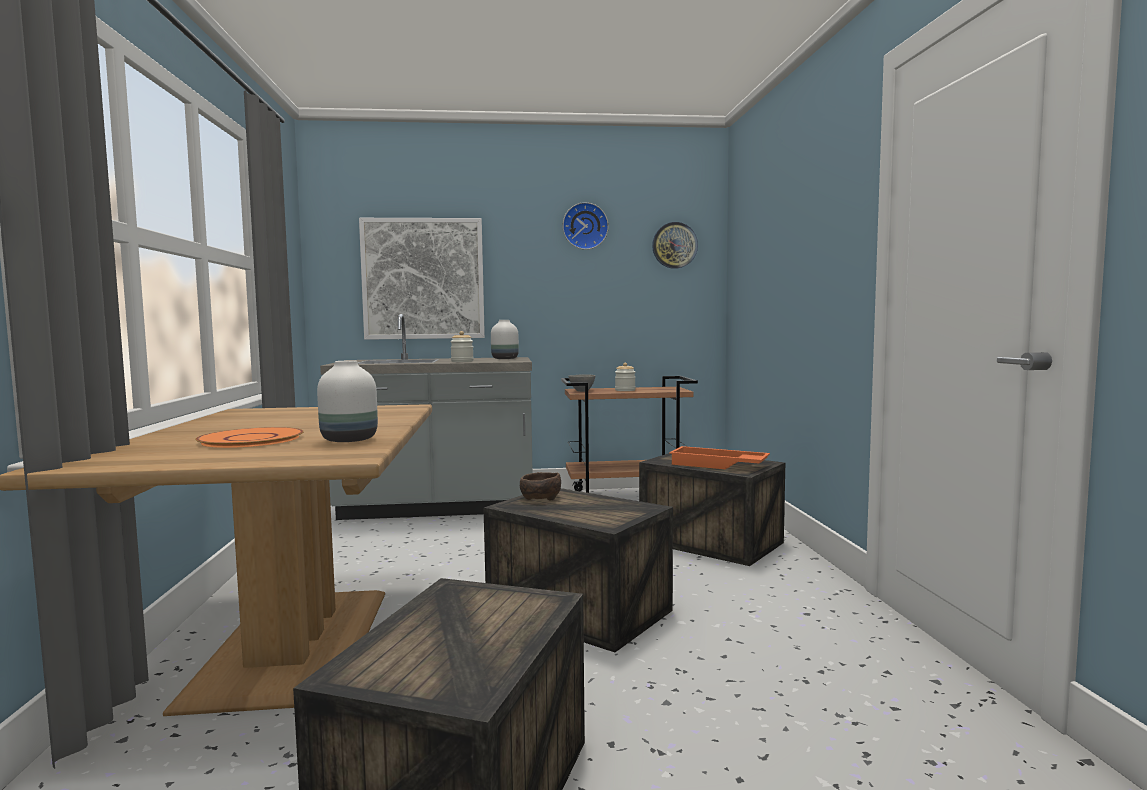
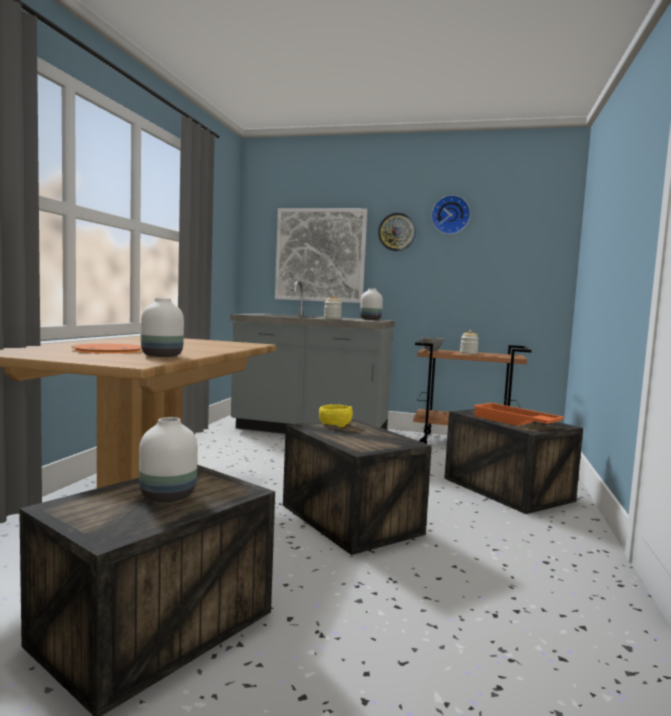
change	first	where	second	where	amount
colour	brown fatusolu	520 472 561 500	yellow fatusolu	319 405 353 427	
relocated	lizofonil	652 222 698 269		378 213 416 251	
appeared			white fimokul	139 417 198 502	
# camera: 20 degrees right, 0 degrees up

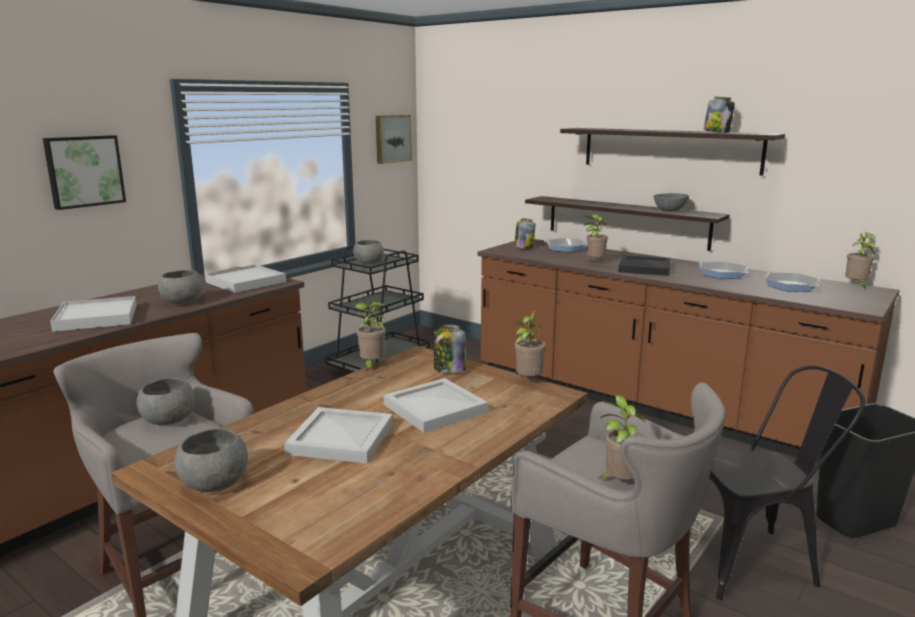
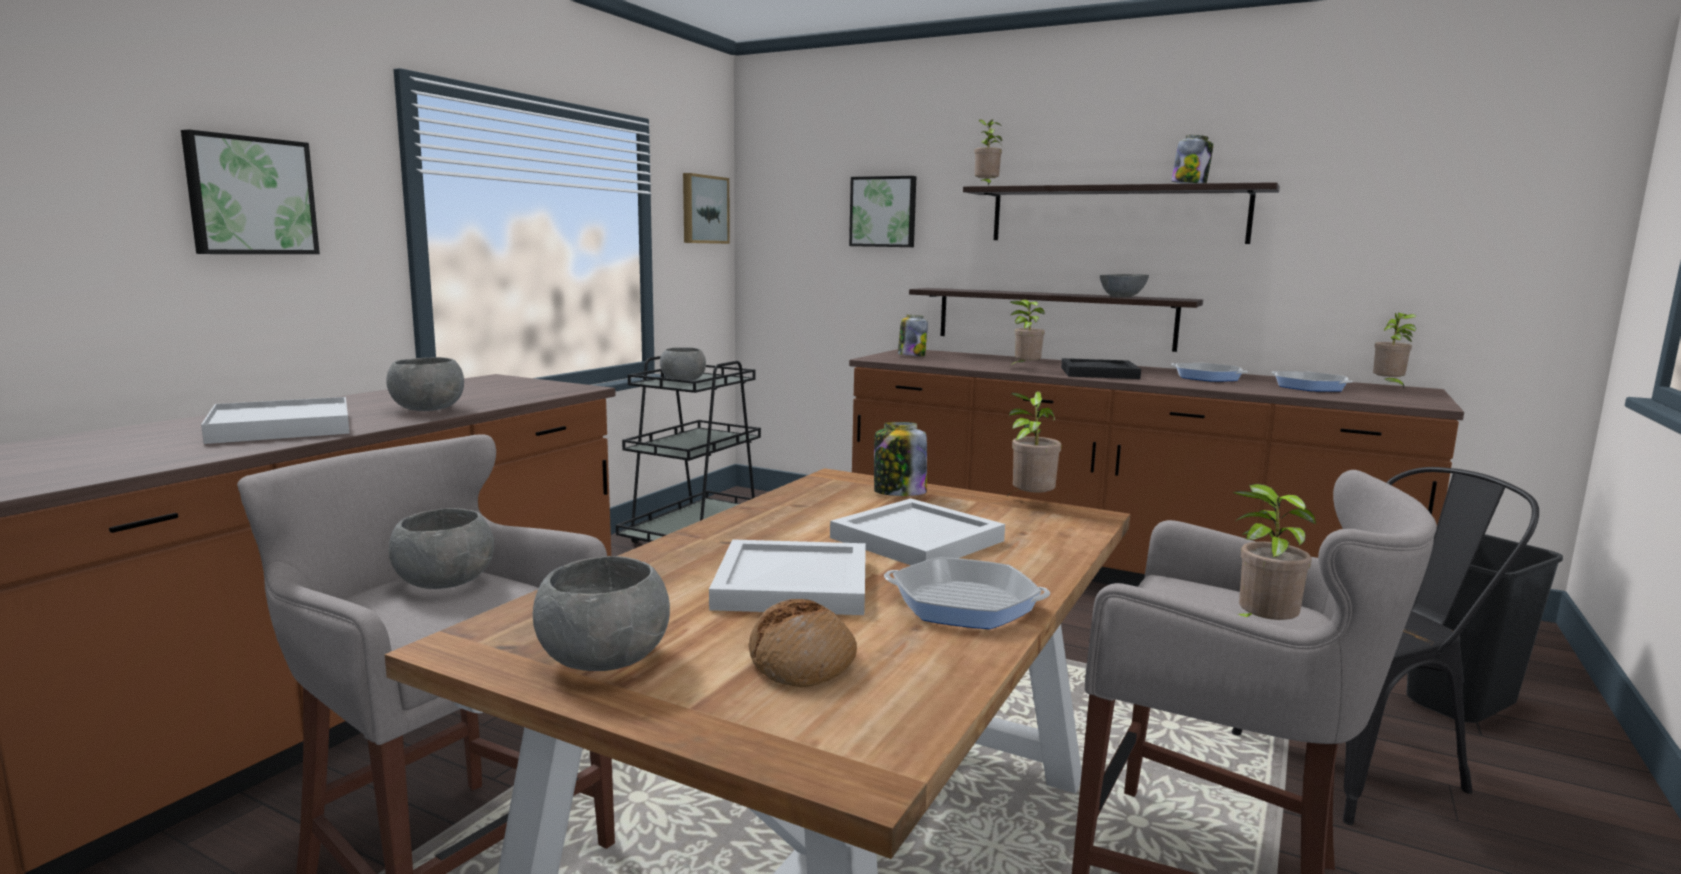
change	first	where	second	where	amount
missing	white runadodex	205 264 286 293			
relocated	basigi	354 301 386 372		974 119 1002 185	
relocated	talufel	544 238 587 252		884 557 1050 629	
appeared			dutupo	749 599 857 688	
appeared			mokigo	849 176 916 247	
# camera: 10 degrees left, 5 degrees down

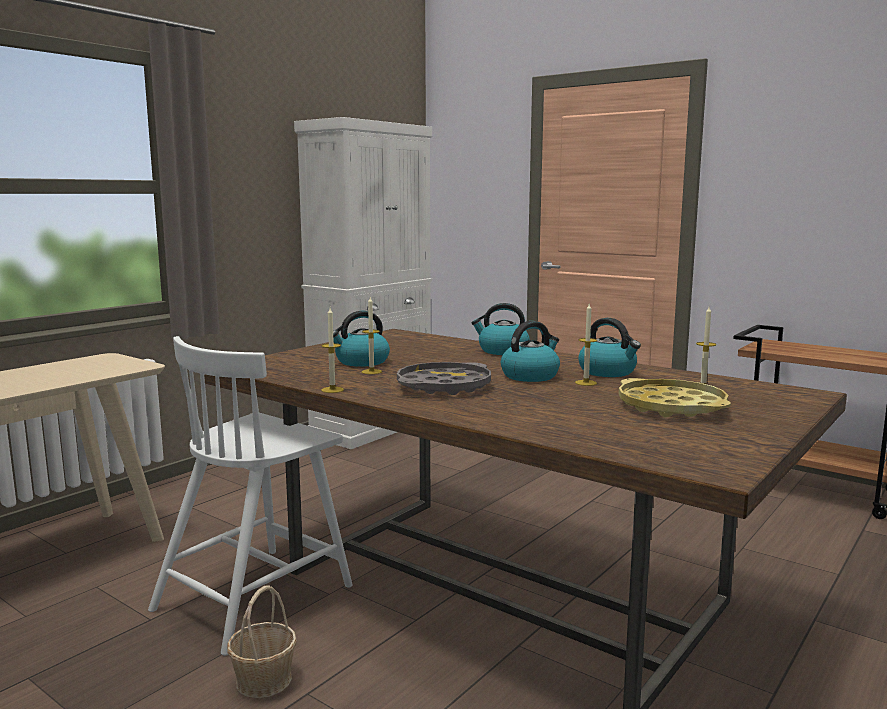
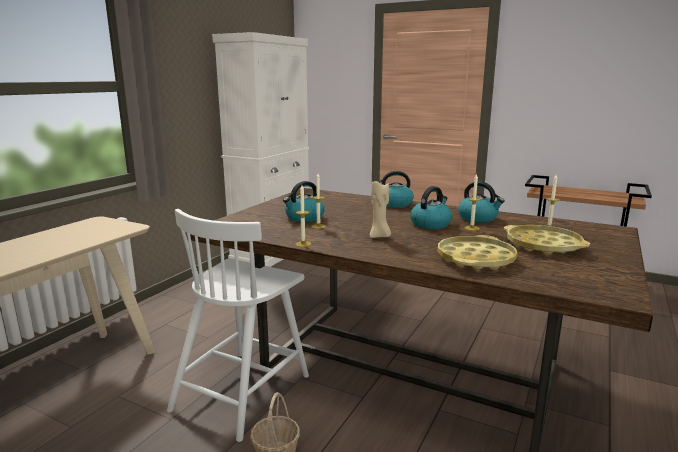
change	first	where	second	where	amount
exchanged	grey runadodex	397 362 491 395	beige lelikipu	370 180 391 238	
appeared			yellow runadodex	438 235 518 270	
# camera: 10 degrees left, 5 degrees up

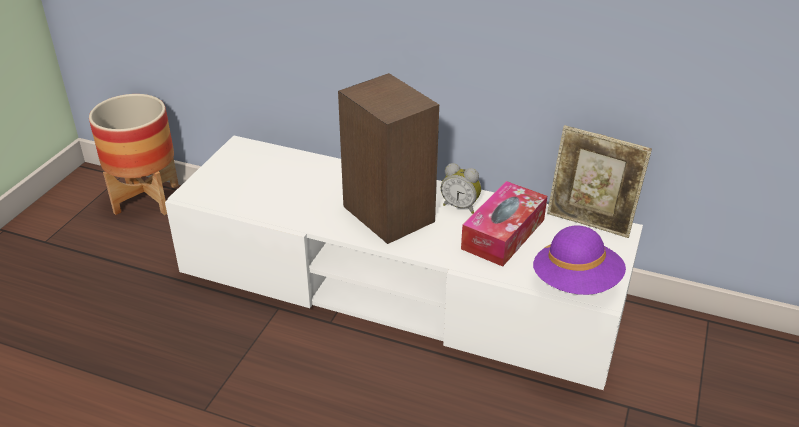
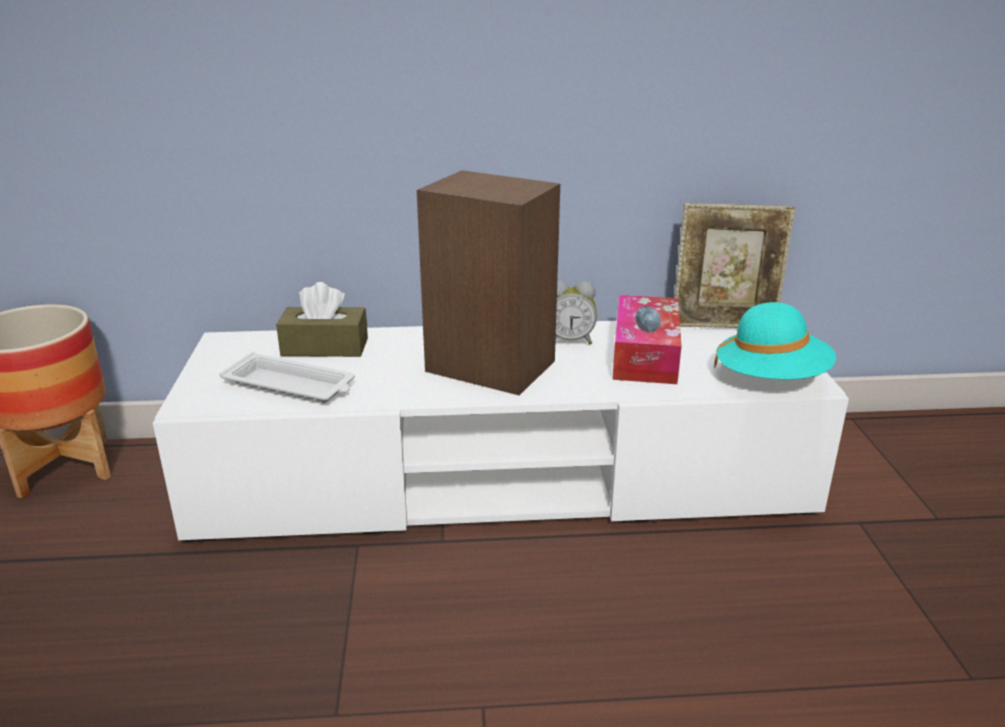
change	first	where	second	where	amount
colour	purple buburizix	533 225 626 295	turquoise buburizix	714 302 836 379	
appeared			white runadodex	219 352 355 404	
appeared			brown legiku	276 282 368 357	
# camera: 25 degrees left, 10 degrees down

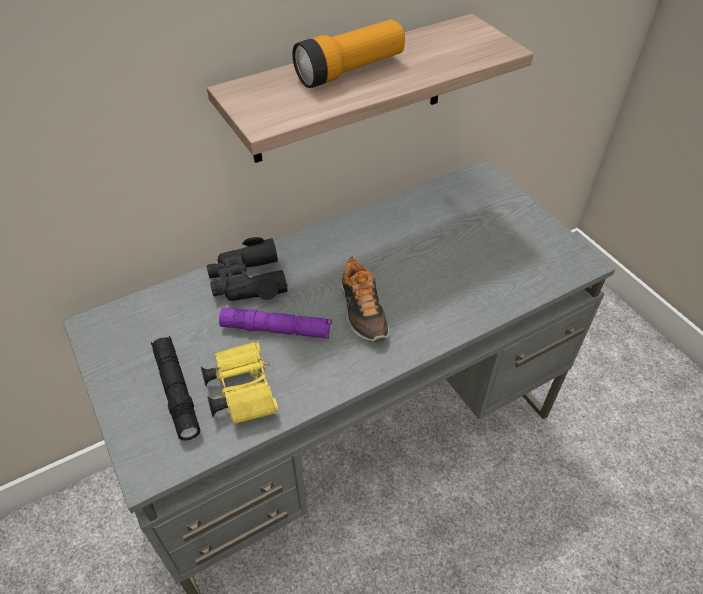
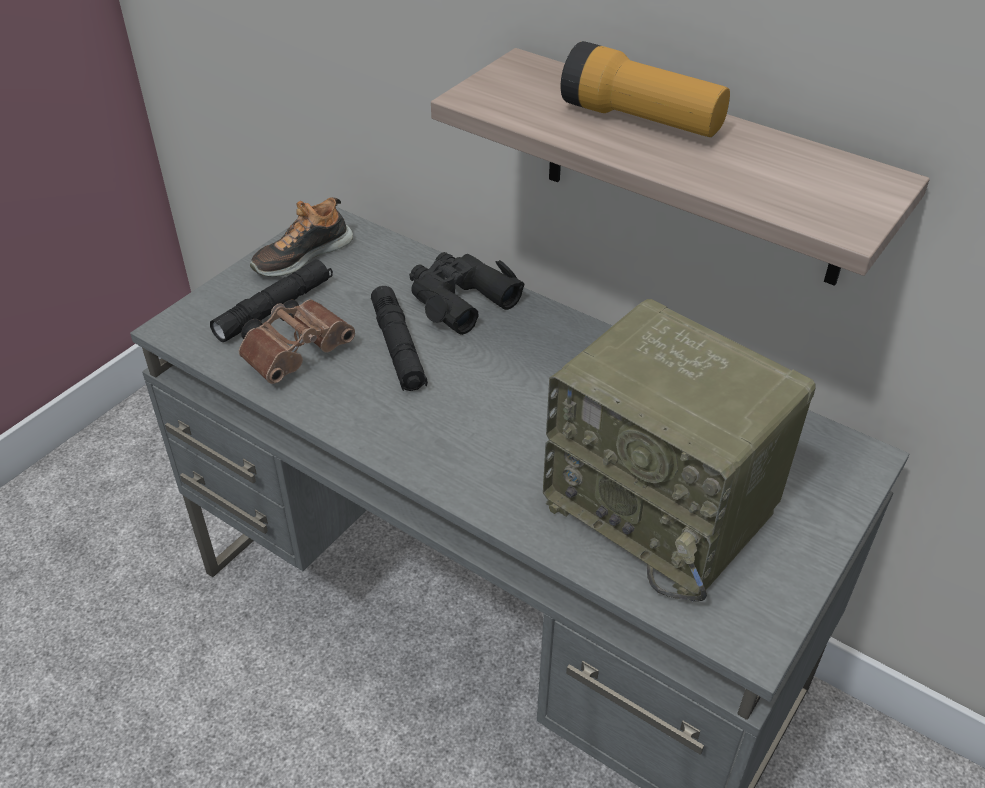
change	first	where	second	where	amount
colour	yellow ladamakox	201 341 278 425	brown ladamakox	239 299 355 384	
colour	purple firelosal	219 307 332 339	black firelosal	371 286 428 391	
relocated	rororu	341 256 389 342		250 197 353 277	
appeared			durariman	543 299 816 602	
# camera: 65 degrees right, 5 degrees down

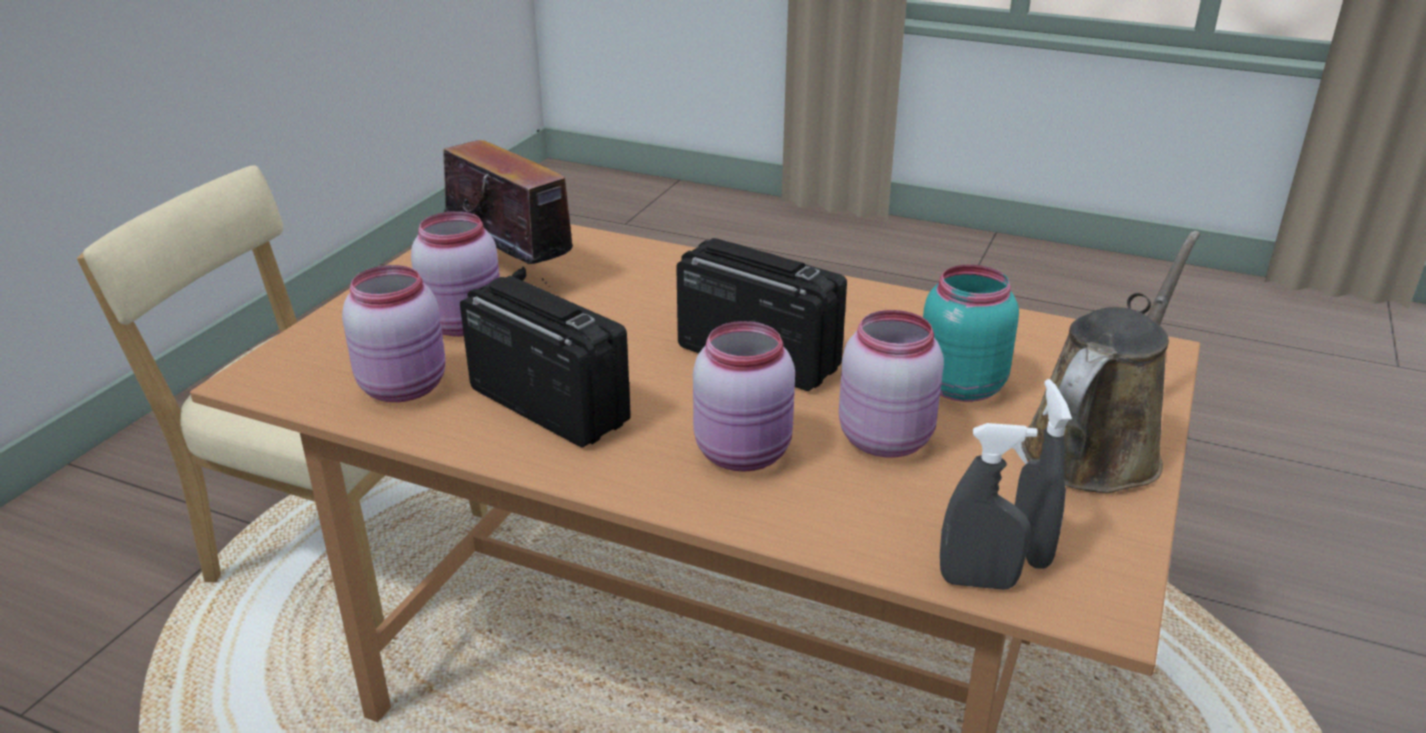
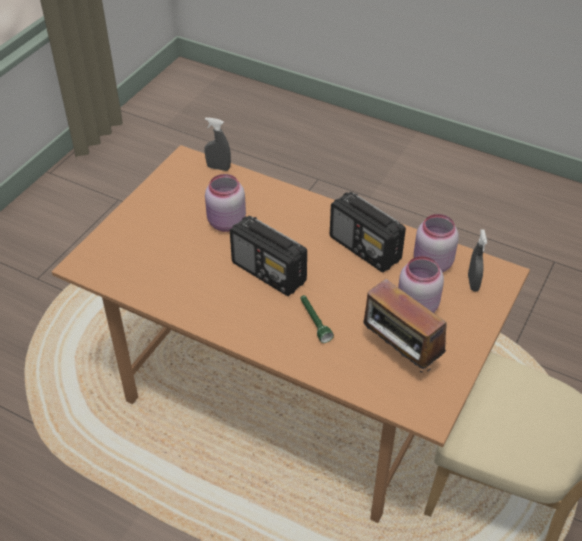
change	first	where	second	where	amount
missing	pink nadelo	693 321 795 472			
missing	turquoise nadelo	923 265 1019 402			
relocated	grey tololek	1015 379 1072 569		468 229 487 292	
missing	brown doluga	1021 231 1200 493			
appeared			green firelosal	300 295 334 343	
# camera: 175 degrees left, 15 degrees up

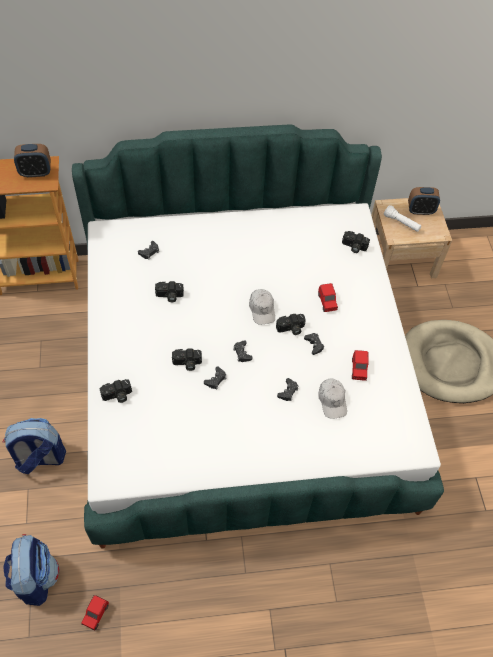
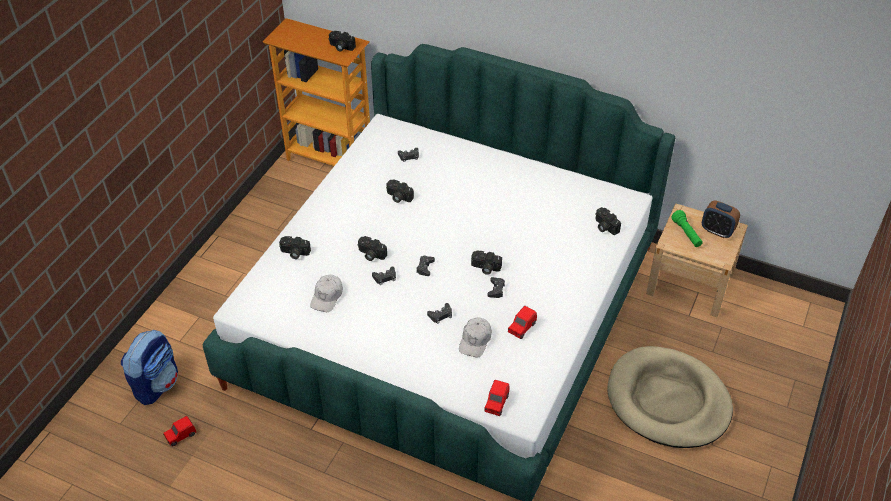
change	first	where	second	where	amount
missing	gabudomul	3 418 66 474			
exchanged	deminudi	14 144 51 178	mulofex	329 31 356 51	
relocated	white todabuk	249 289 275 324		310 275 343 312	
relocated	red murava	318 283 338 312		484 380 509 416	
colour	white firelosal	384 205 421 232	green firelosal	672 210 703 247	
# camera: 35 degrees right, 10 degrees down

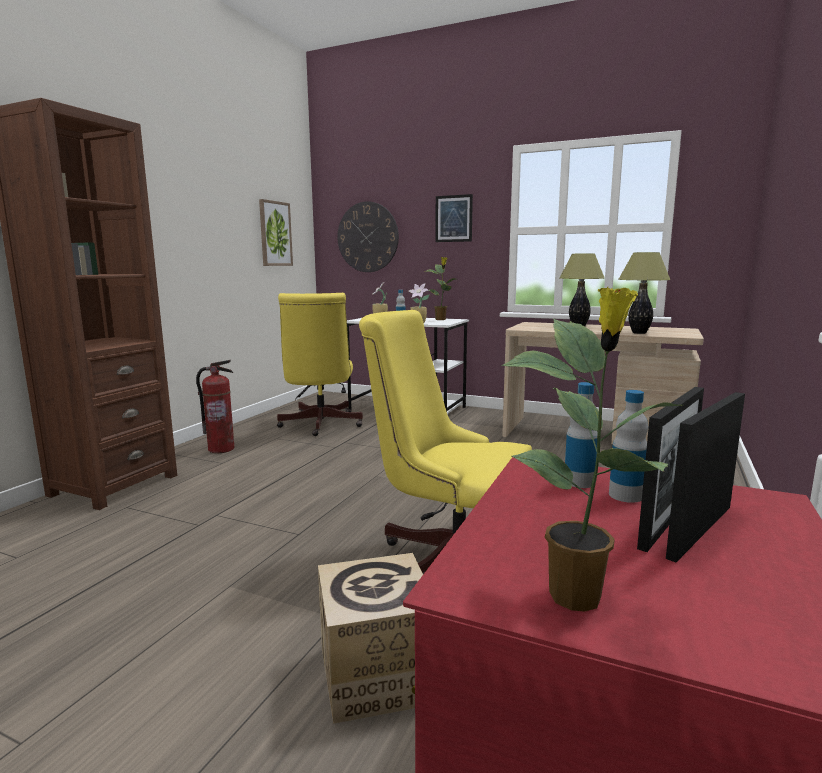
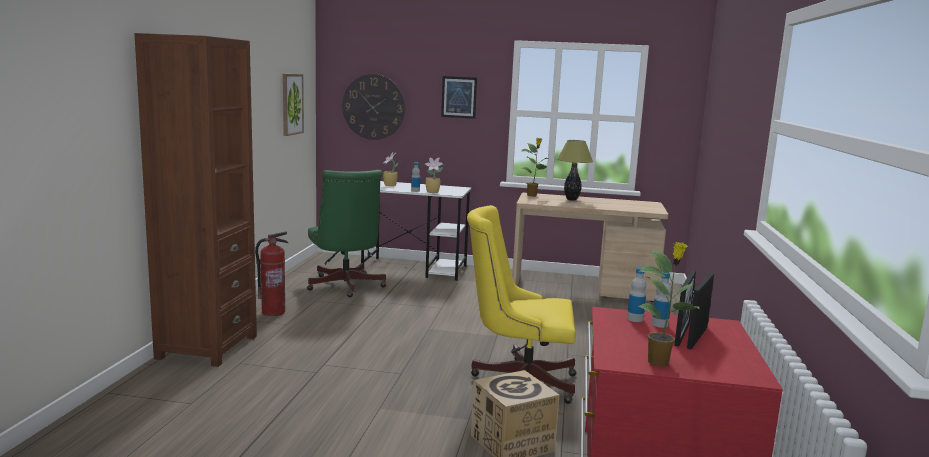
change	first	where	second	where	amount
colour	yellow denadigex	277 293 363 436	green denadigex	307 170 386 297	
relocated	basigi	425 257 456 320		521 138 550 197	
missing	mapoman	618 252 671 334			
# camera: 15 degrees left, 0 degrees up

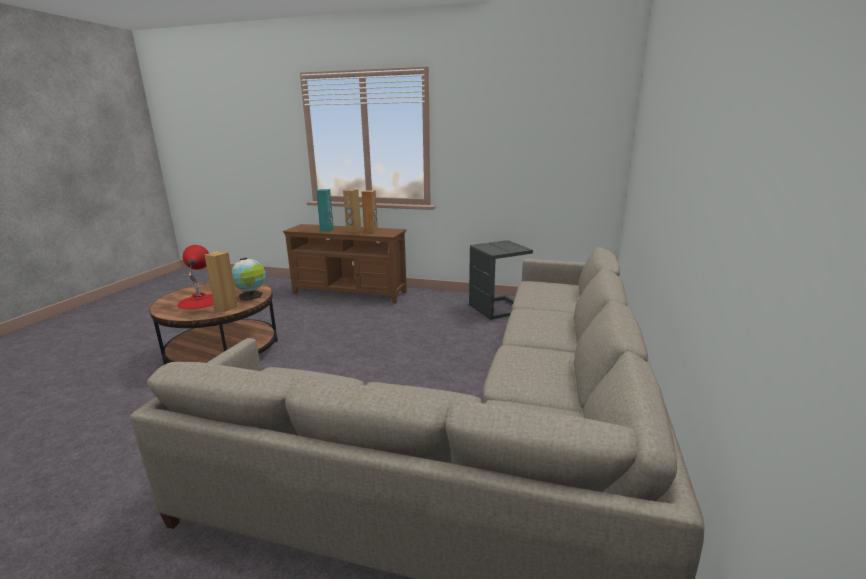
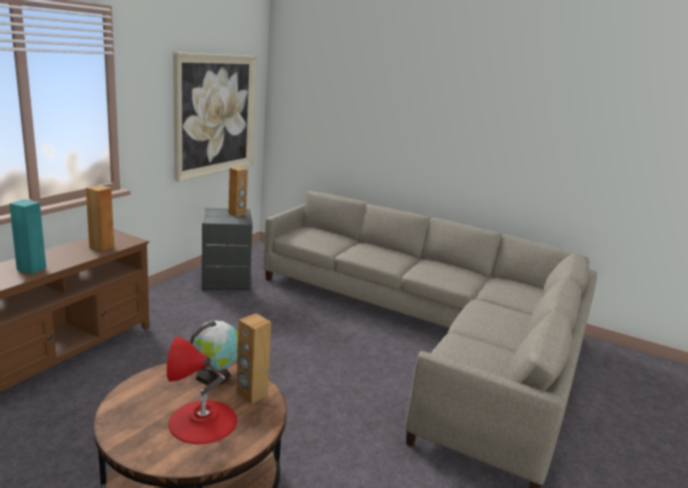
change	first	where	second	where	amount
relocated	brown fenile	343 189 361 232		229 167 248 217	
appeared			mokigo	173 52 257 182	
# camera: 80 degrees left, 0 degrees up

